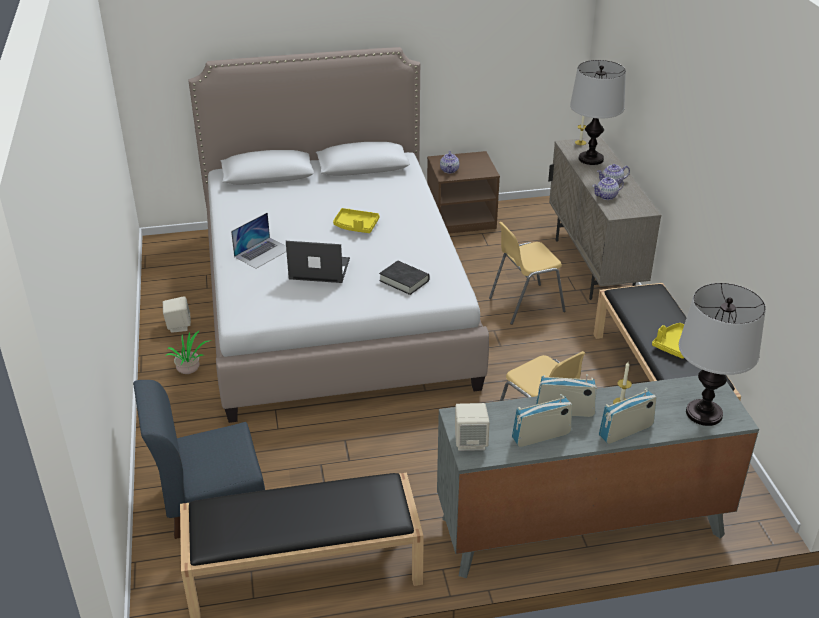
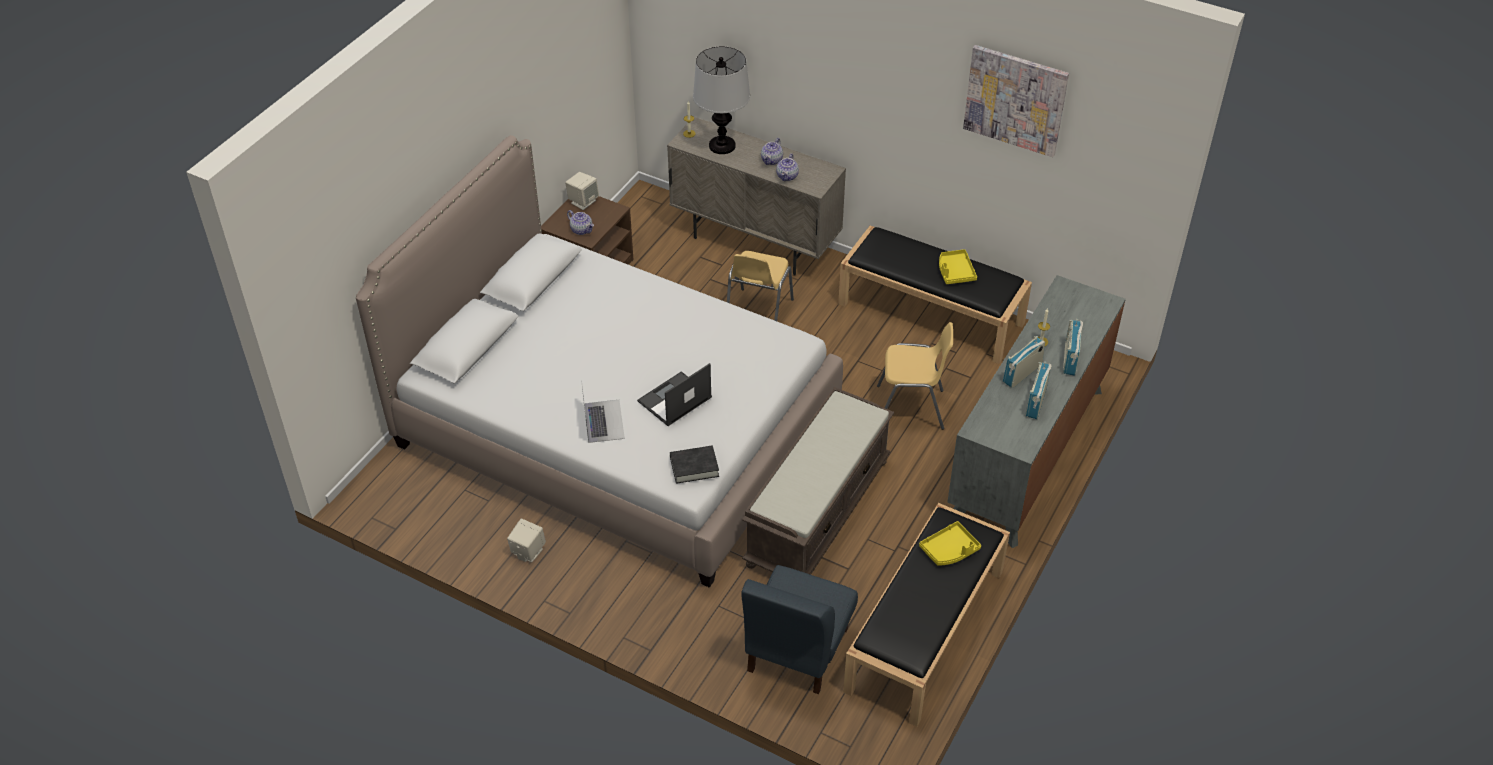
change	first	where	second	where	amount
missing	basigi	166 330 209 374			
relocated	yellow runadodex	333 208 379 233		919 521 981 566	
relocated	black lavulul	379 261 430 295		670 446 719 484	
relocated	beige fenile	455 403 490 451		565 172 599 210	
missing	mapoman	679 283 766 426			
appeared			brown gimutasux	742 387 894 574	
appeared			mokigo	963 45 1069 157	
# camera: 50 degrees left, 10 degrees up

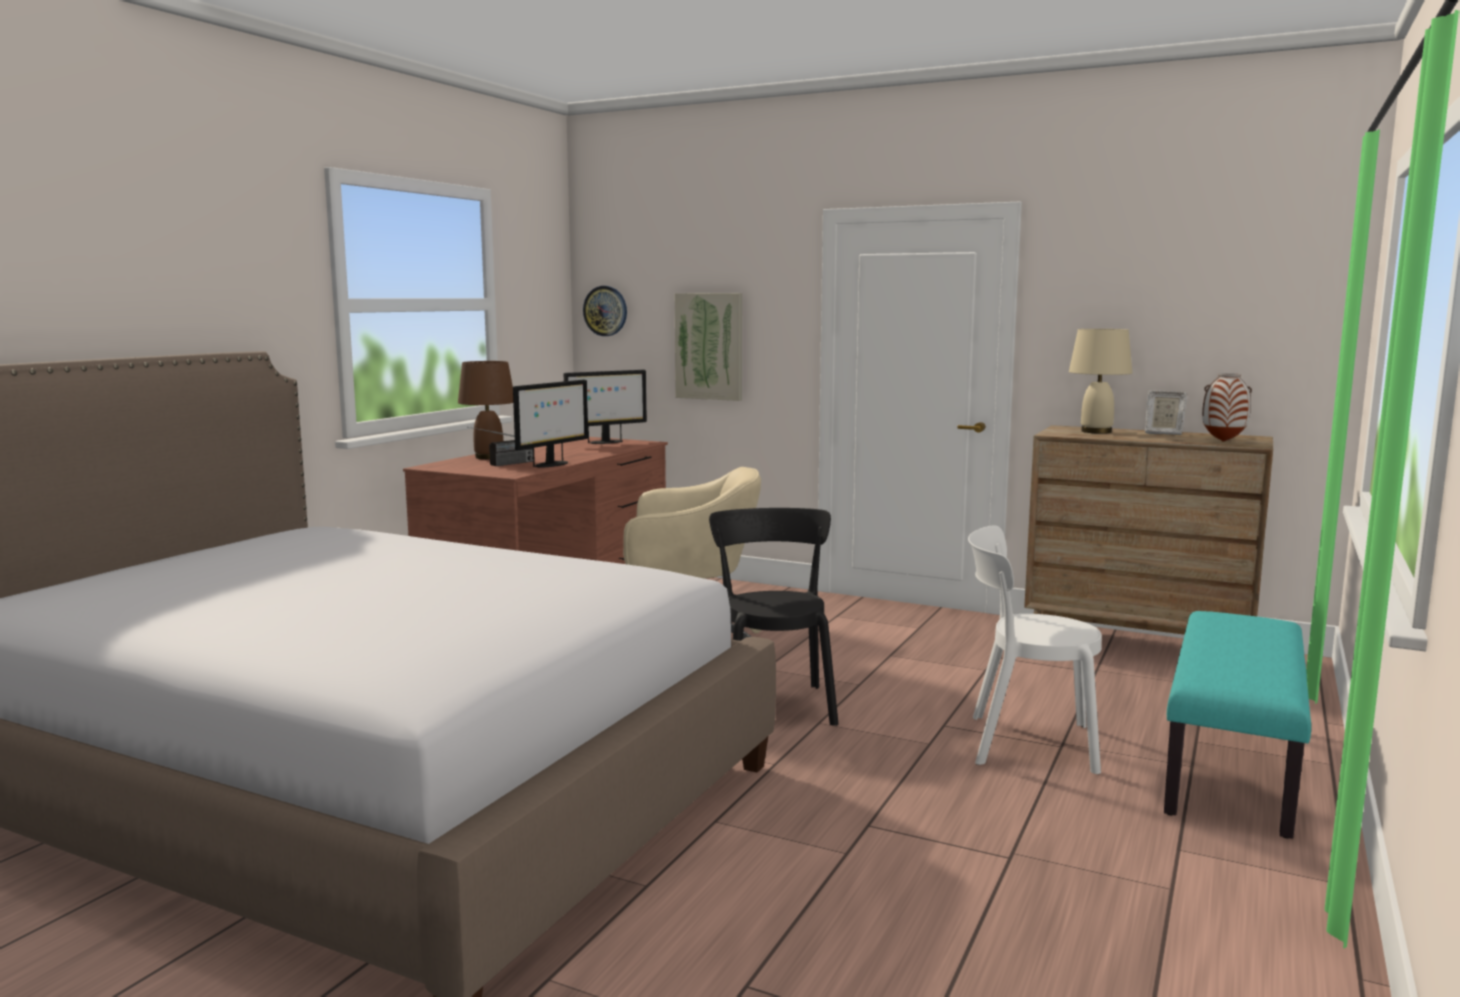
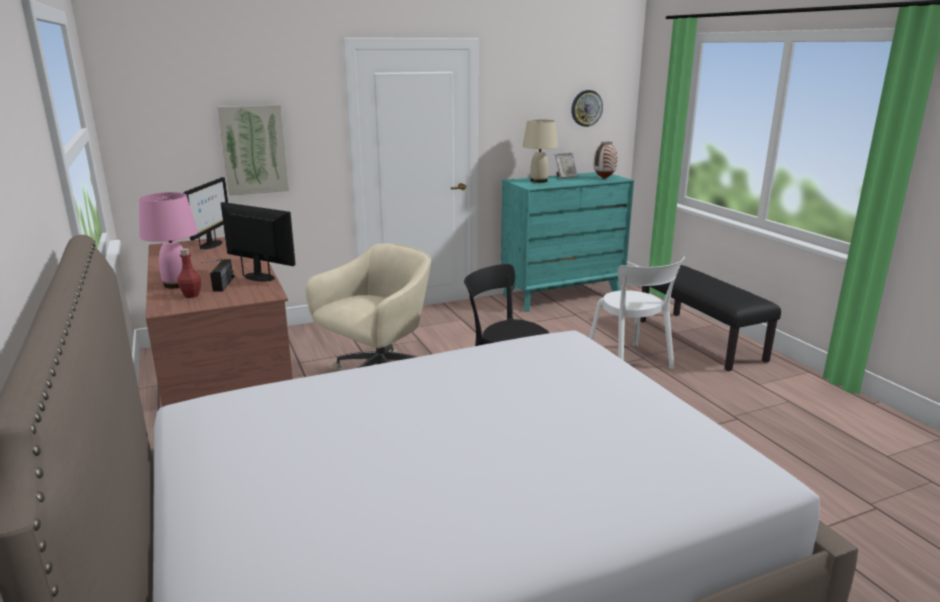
change	first	where	second	where	amount
colour	brown mapoman	458 361 513 459	pink mapoman	139 192 198 289	
spun	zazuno	513 380 588 467		221 202 296 281	45 degrees counterclockwise
relocated	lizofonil	583 286 627 336		571 90 603 127	
spun	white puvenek	968 525 1102 774		589 256 685 369	75 degrees counterclockwise
colour	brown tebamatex	1024 425 1273 635	turquoise tebamatex	501 172 634 312	
colour	turquoise gimutasux	1164 611 1311 839	black gimutasux	640 265 781 371	
appeared			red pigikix	177 248 201 298	
# camera: 50 degrees left, 10 degrees up

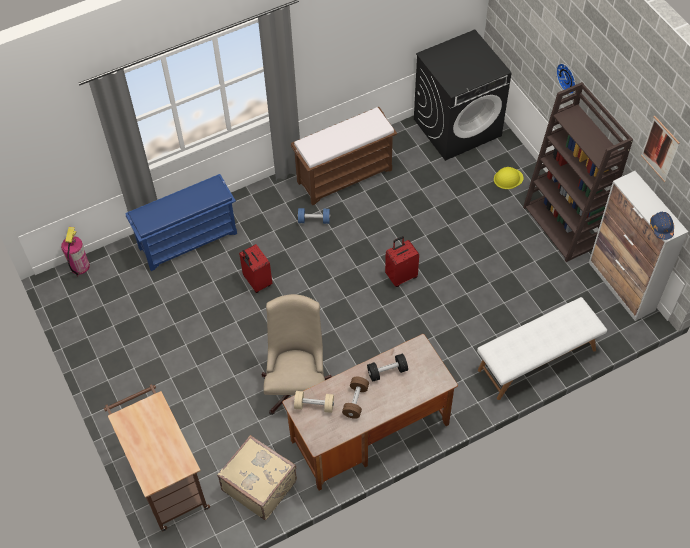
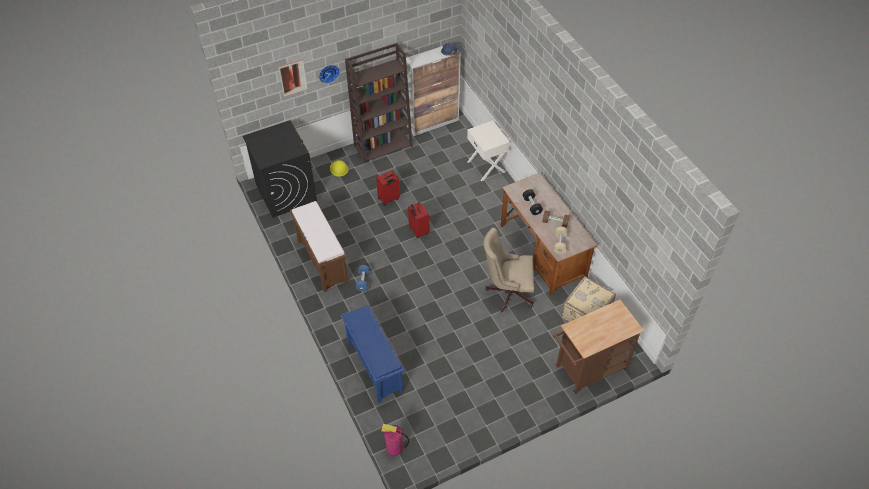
change	first	where	second	where	amount
relocated	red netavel	239 244 272 293		376 170 400 206	
exchanged	white gimutasux	477 297 607 400	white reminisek	467 120 510 181	
relocated	mokigo	641 116 680 182		278 59 308 97	
# camera: 90 degrees left, 5 degrees down

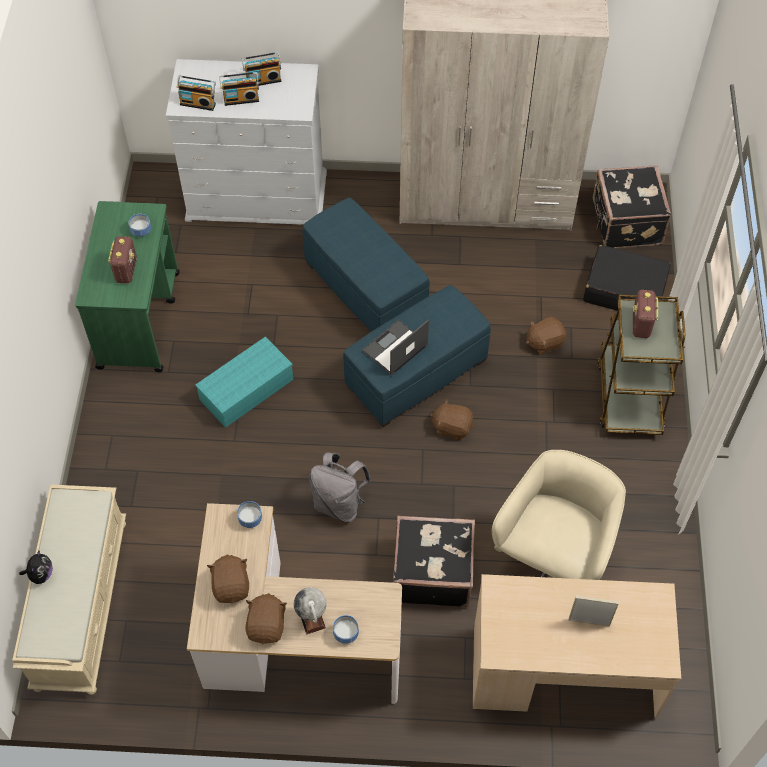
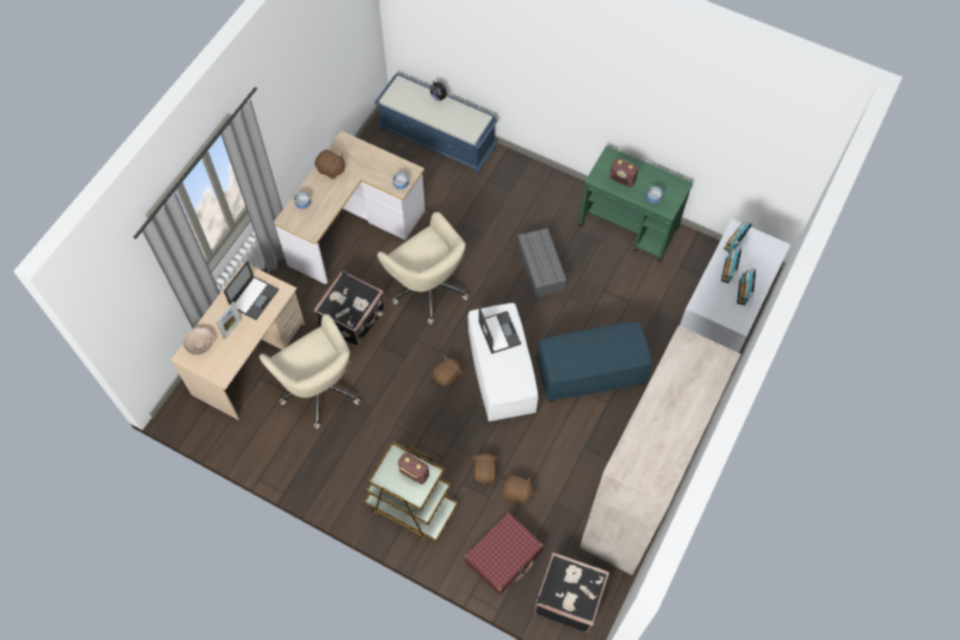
change	first	where	second	where	amount
colour	beige gimutasux	12 485 126 695	blue gimutasux	374 73 498 173	
colour	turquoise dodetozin	195 337 293 428	grey dodetozin	518 228 567 298	
relocated	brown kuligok	207 555 249 604		502 476 536 504	
missing	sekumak	294 587 327 634			
exchanged	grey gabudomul	310 453 371 522	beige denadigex	377 212 469 324	
colour	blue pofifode	343 285 491 427	white pofifode	468 303 538 422	
colour	black netavel	583 245 671 311	red netavel	465 513 544 595	
appeared			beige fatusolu	183 328 214 356	
appeared			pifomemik	224 260 279 320	
# camera: 115 degrees right, 5 degrees up

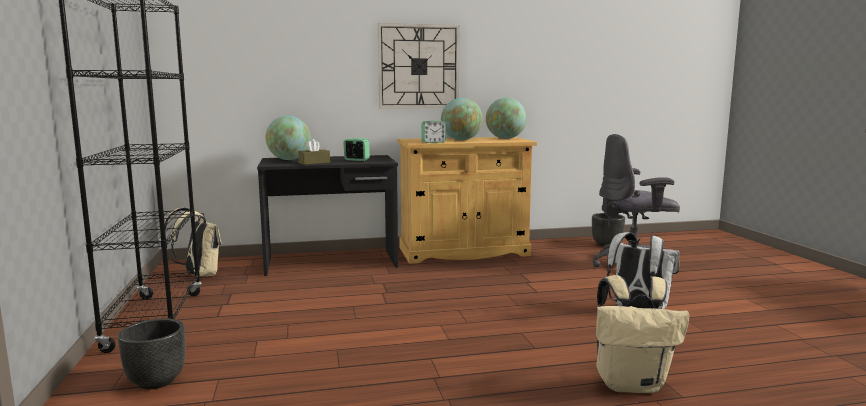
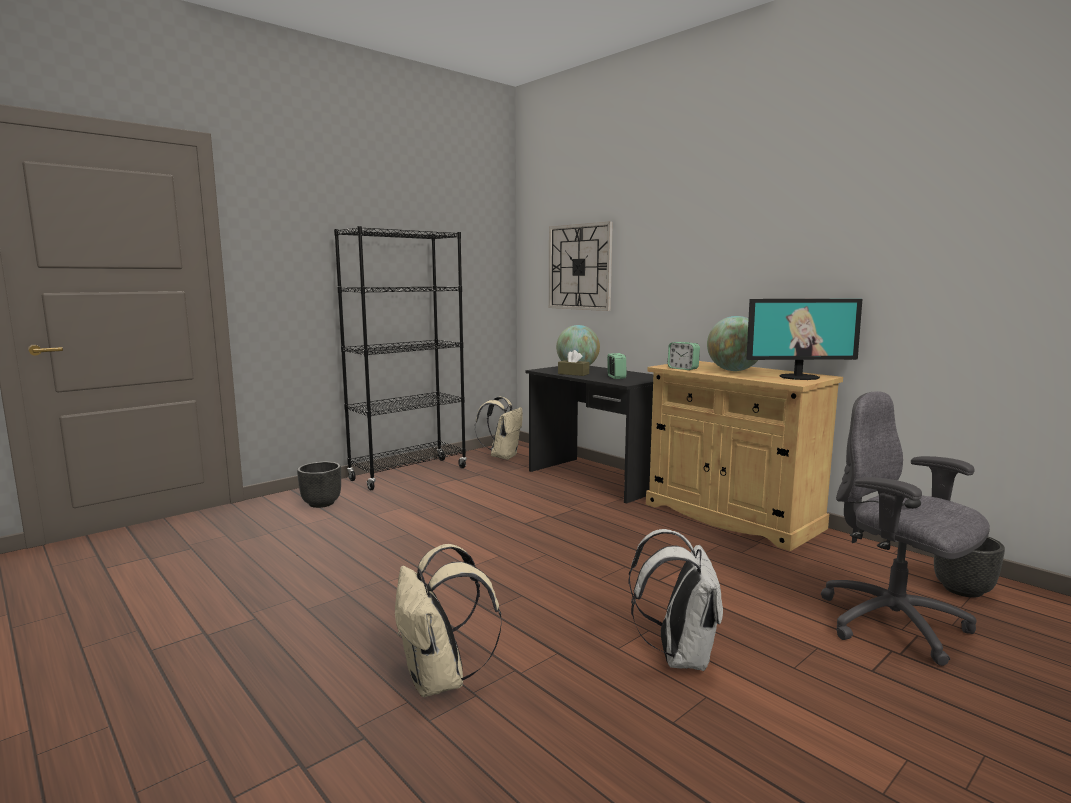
change	first	where	second	where	amount
relocated	lizofonil	378 23 460 108		549 222 613 311	
exchanged	sekumak	486 98 527 139	zazuno	746 299 862 380	
# camera: 60 degrees right, 0 degrees up

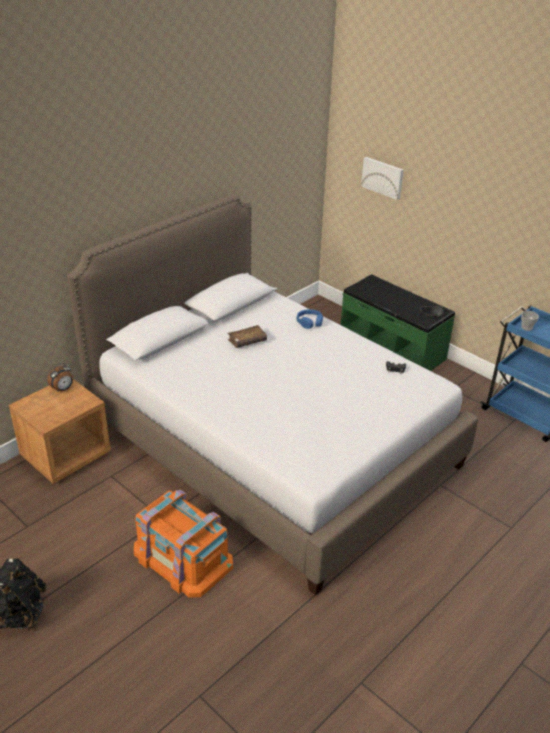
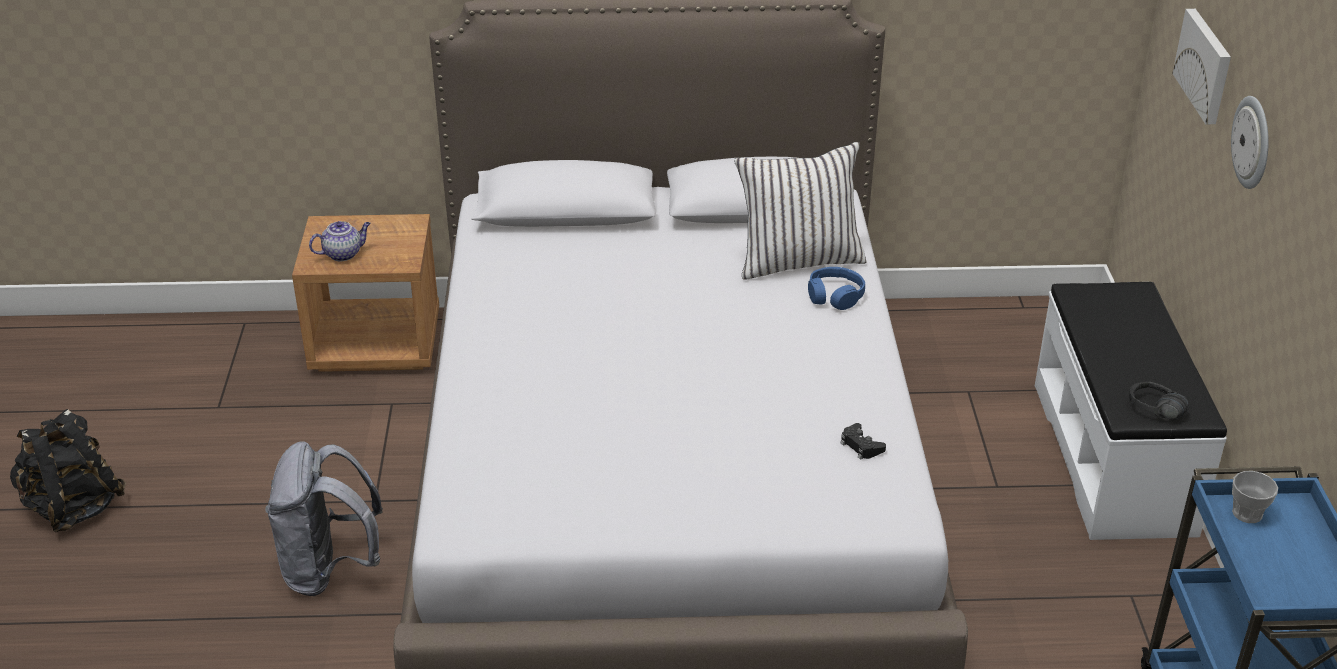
change	first	where	second	where	amount
missing	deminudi	47 363 73 392			
exchanged	orange dodetozin	134 489 233 598	grey gabudomul	265 441 383 596	
missing	brown lavulul	227 325 267 348			
colour	green gimutasux	341 274 455 371	white gimutasux	1035 282 1227 540	
appeared			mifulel	309 221 371 261	
appeared			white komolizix	734 142 866 280	
appeared			lizofonil	1231 96 1269 189	
# camera: 45 degrees right, 0 degrees up

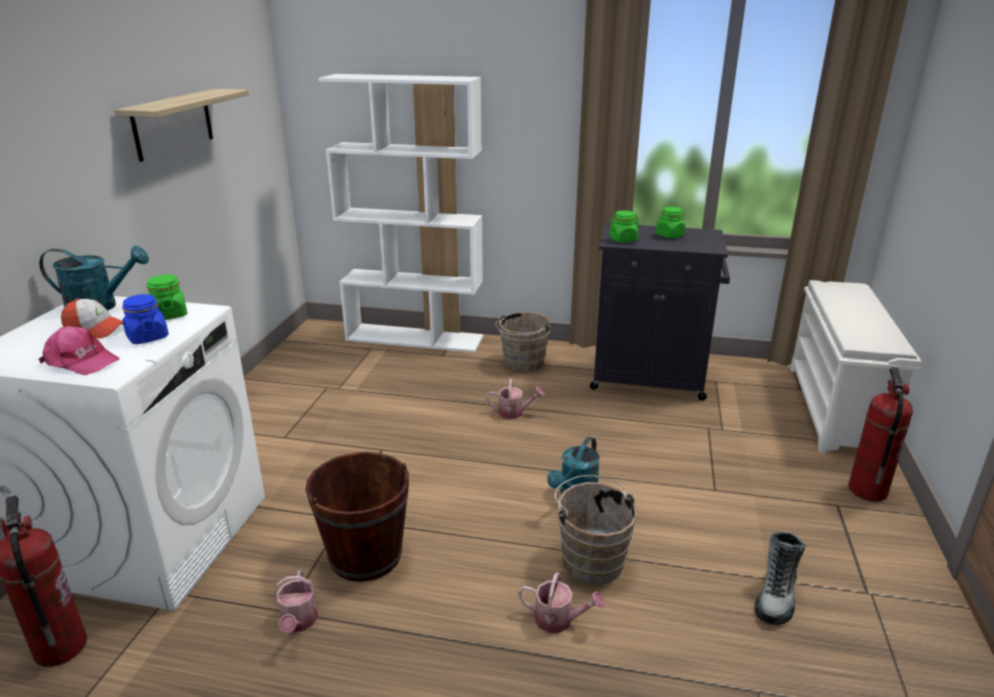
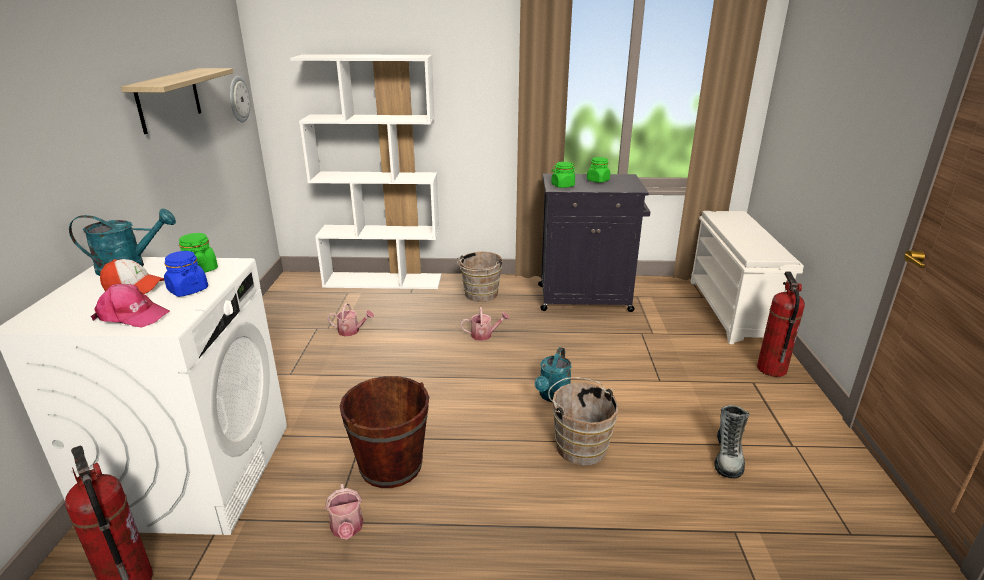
change	first	where	second	where	amount
relocated	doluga	518 572 605 633		327 303 374 336	
appeared			lizofonil	230 76 250 123	
# camera: 10 degrees left, 0 degrees up

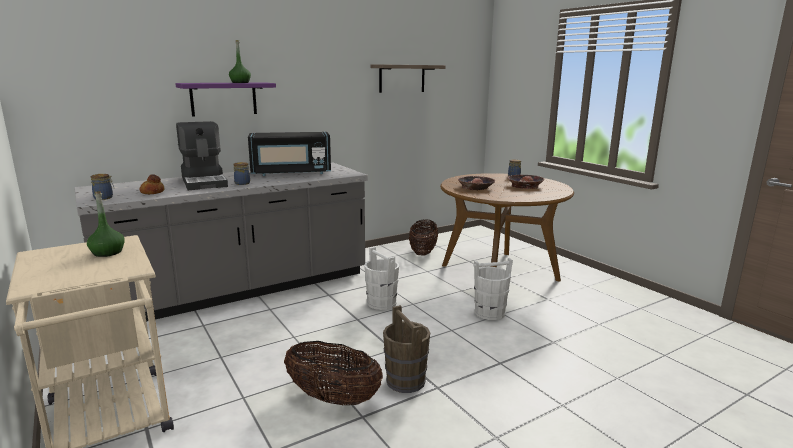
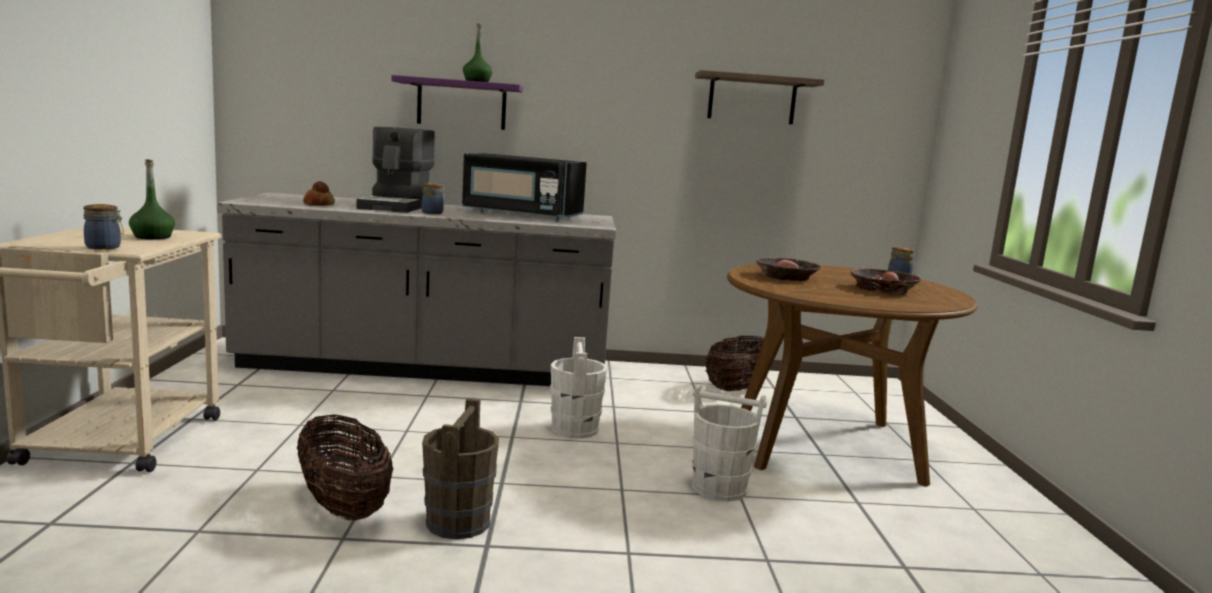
change	first	where	second	where	amount
relocated	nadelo	91 174 114 200		84 204 124 250	
# camera: 30 degrees right, 5 degrees down

